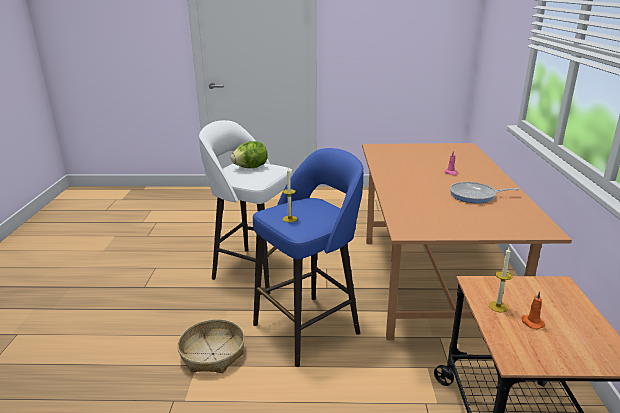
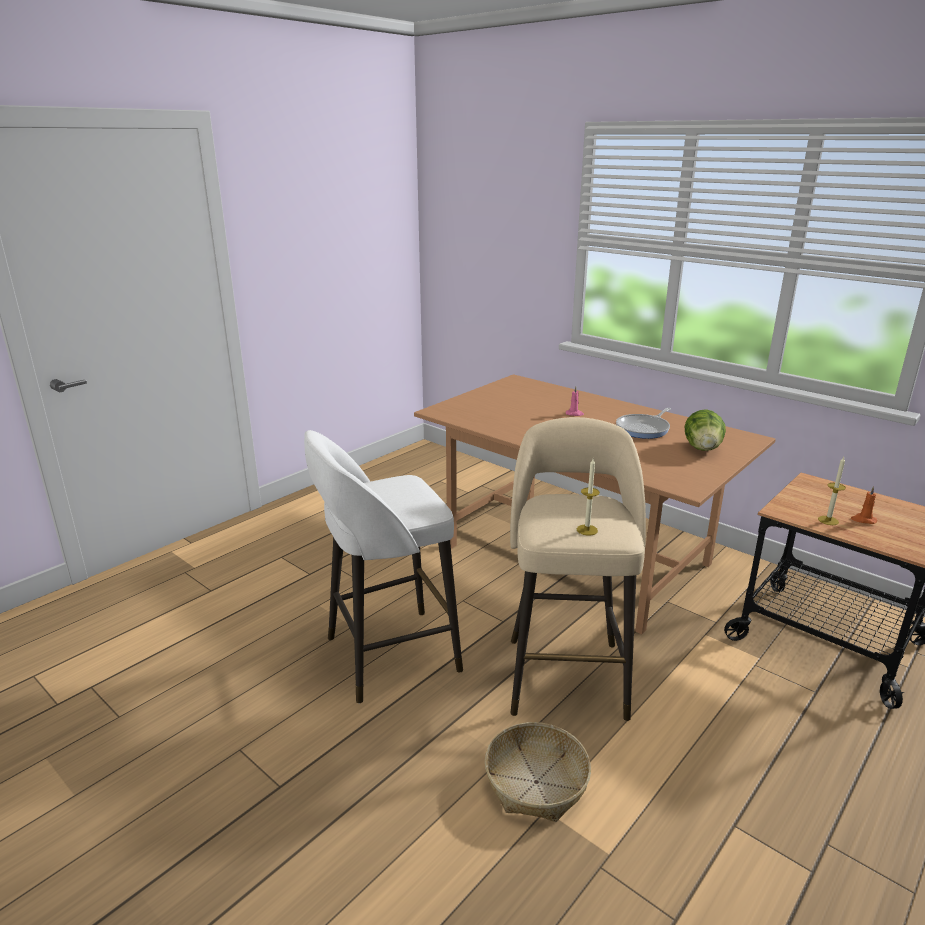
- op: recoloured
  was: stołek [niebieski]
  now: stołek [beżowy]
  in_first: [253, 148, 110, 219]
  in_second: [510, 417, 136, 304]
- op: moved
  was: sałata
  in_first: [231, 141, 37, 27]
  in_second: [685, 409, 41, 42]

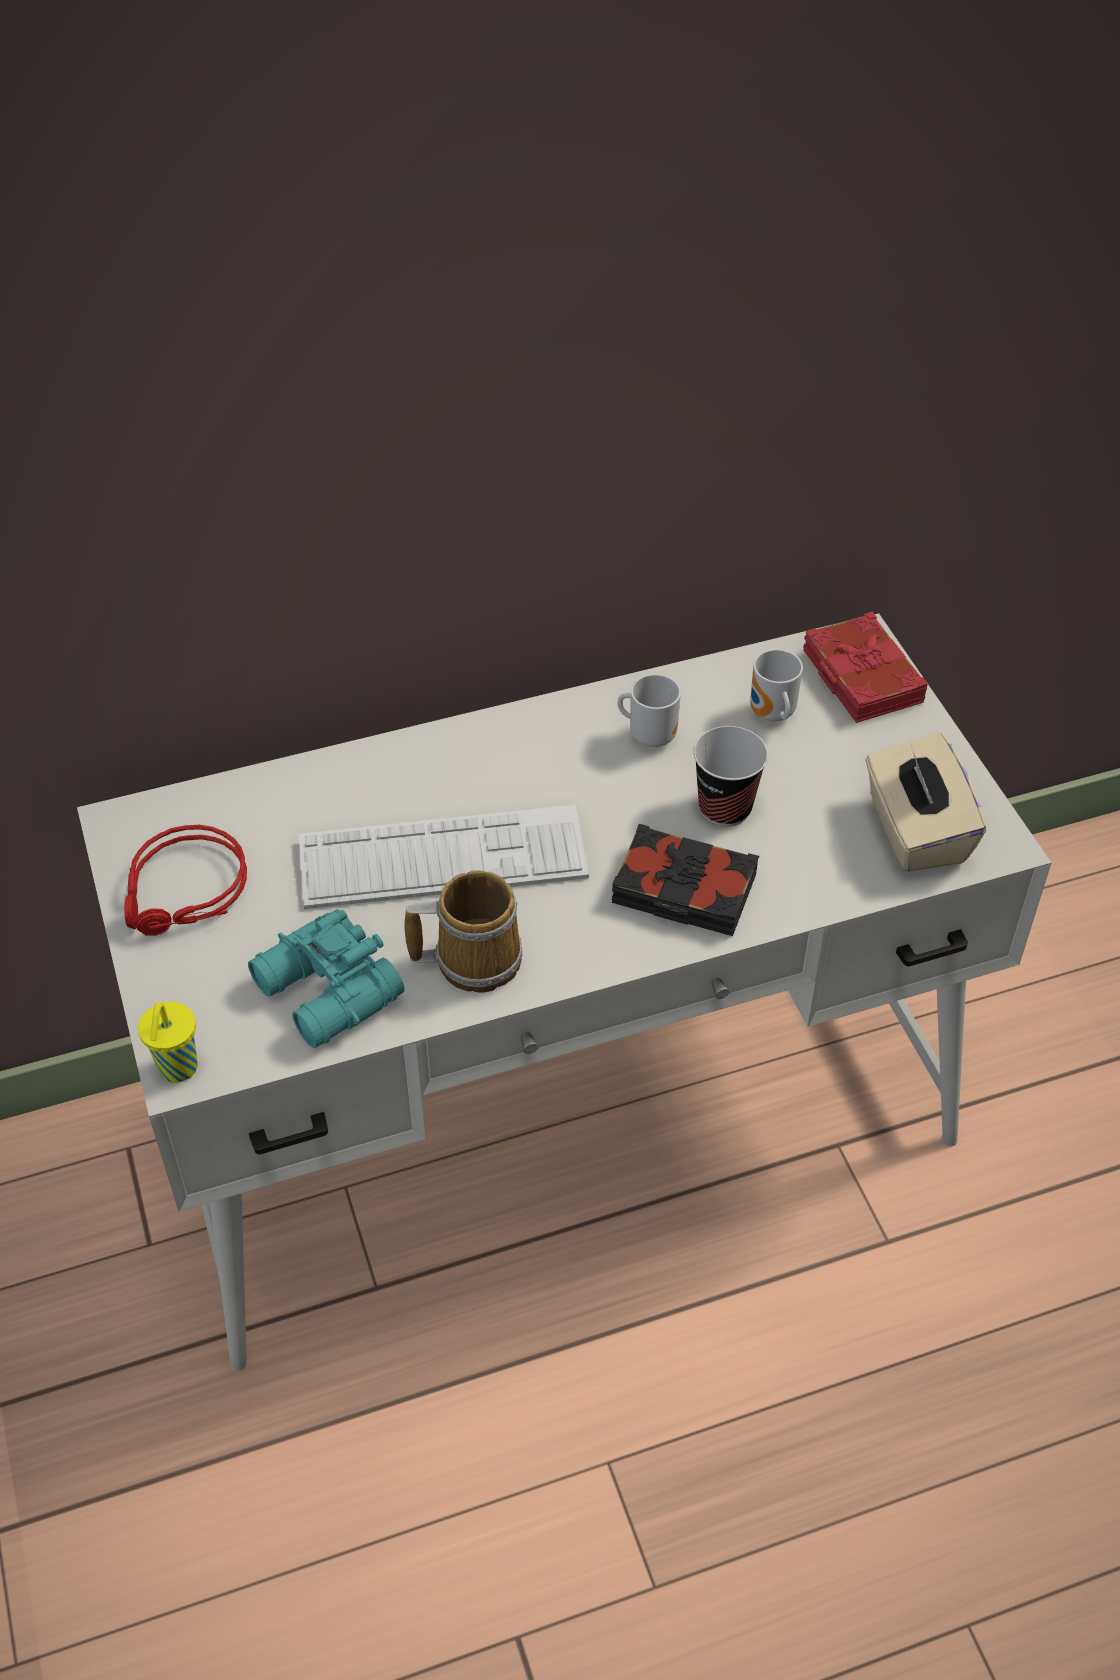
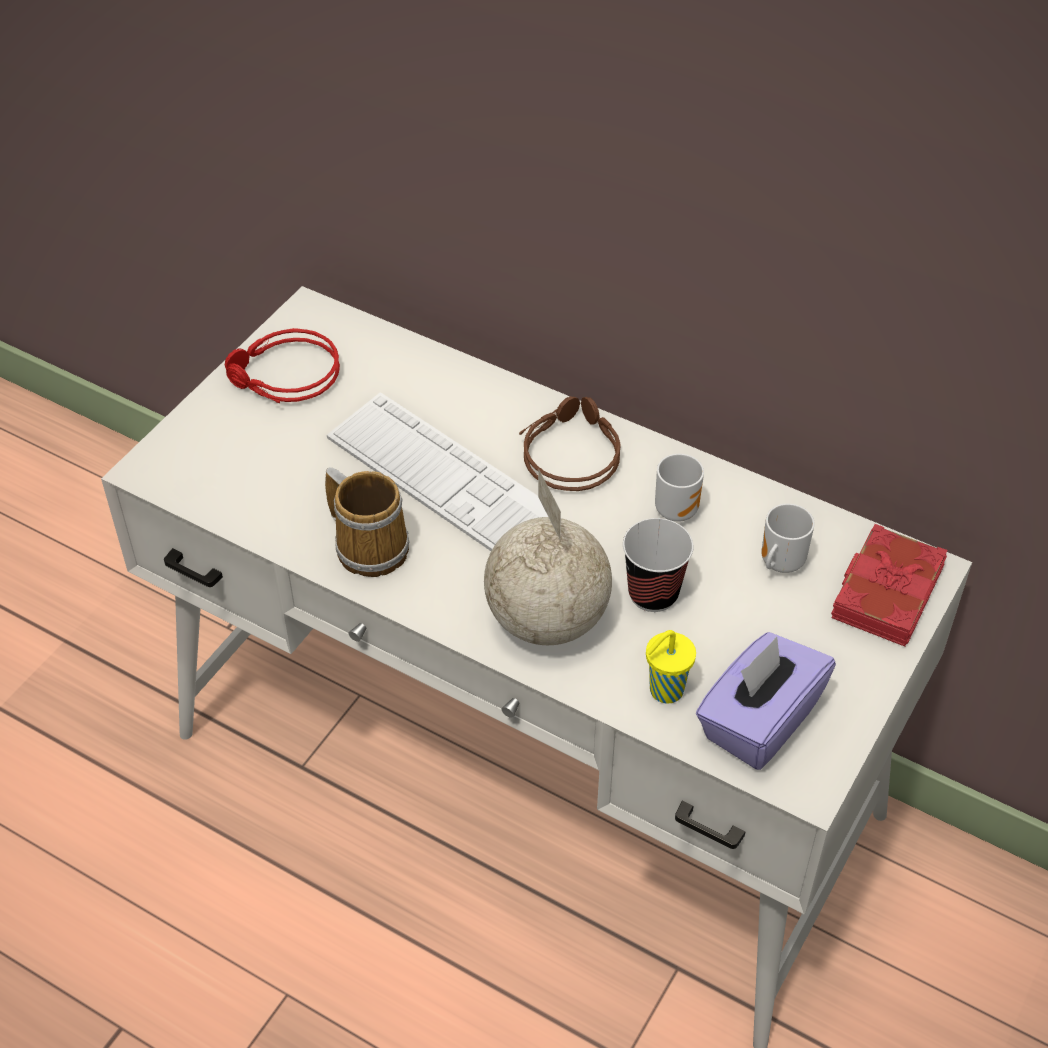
- op: replaced
  was: książka [czarny]
  now: globus
  in_first: [612, 824, 147, 112]
  in_second: [484, 468, 128, 177]
- op: added
  now: słuchawki [brązowy]
  in_second: [519, 396, 102, 95]
- op: moved
  was: filiżanka [żółty]
  in_first: [138, 1002, 59, 81]
  in_second: [646, 630, 50, 73]
- op: recoloured
  was: pudełko chusteczek [beżowy]
  now: pudełko chusteczek [fioletowy]
  in_first: [865, 732, 121, 140]
  in_second: [696, 632, 140, 138]
- op: removed
  was: lornetka [turkusowy]
  in_first: [248, 909, 156, 139]

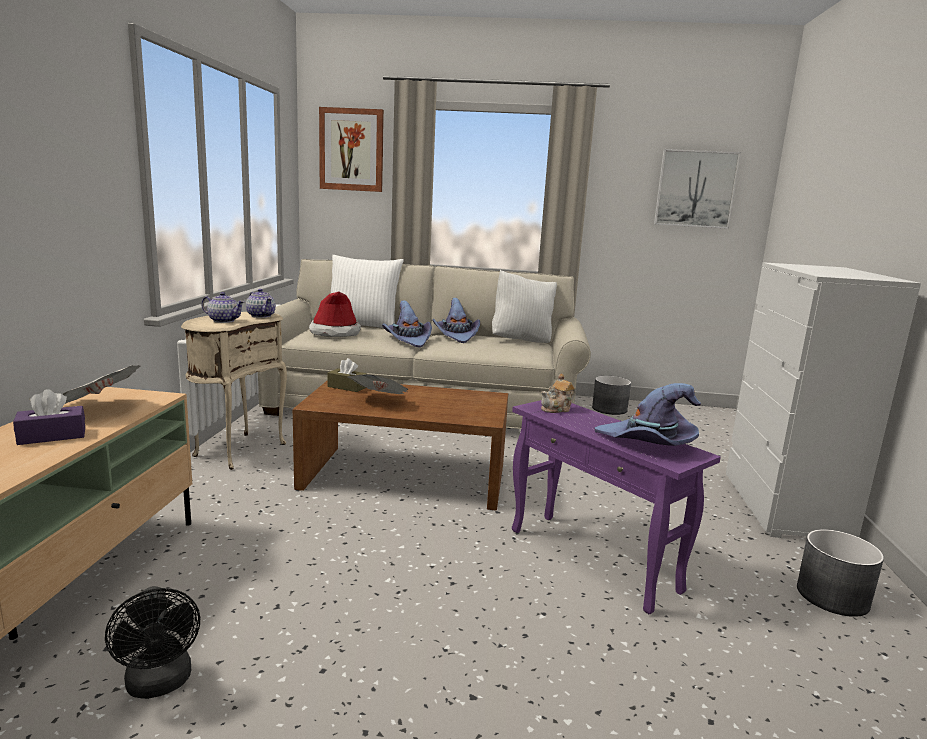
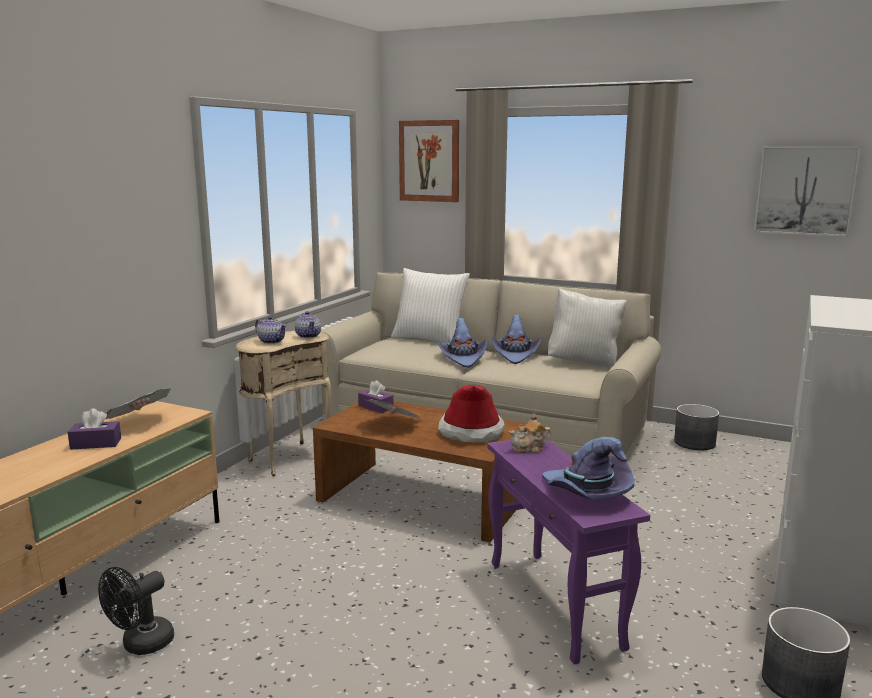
- op: turned
  was: wentylator [czarny]
  in_first: [105, 586, 95, 113]
  in_second: [98, 567, 76, 88]
  clockwise: 45
- op: recoloured
  was: pudełko chusteczek [brązowy]
  now: pudełko chusteczek [fioletowy]
  in_first: [328, 358, 39, 34]
  in_second: [358, 380, 35, 33]
- op: moved
  was: kapelusz
  in_first: [309, 291, 52, 46]
  in_second: [438, 385, 67, 57]

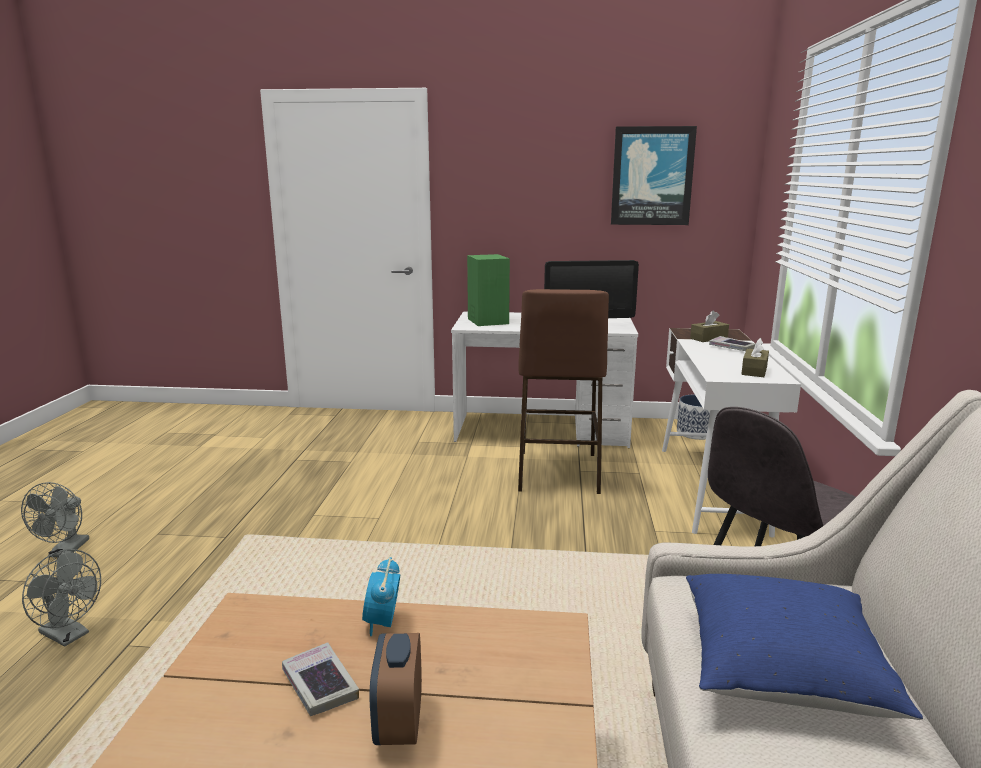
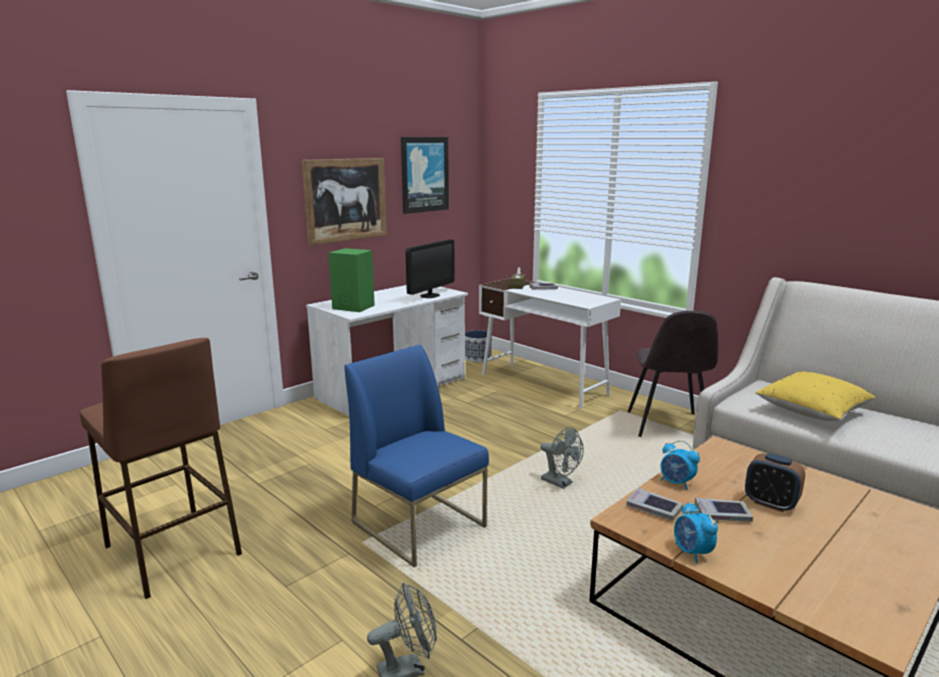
- op: moved
  was: stołek [brązowy]
  in_first: [518, 289, 91, 205]
  in_second: [80, 338, 162, 261]
- op: added
  now: obraz
  in_second: [302, 158, 85, 87]
- op: added
  now: krzesło [niebieski]
  in_second: [344, 345, 145, 222]
- op: moved
  was: wentylator [szary]
  in_first: [21, 482, 68, 75]
  in_second: [540, 427, 44, 62]
- op: added
  now: książka
  in_second: [626, 488, 57, 33]
- op: added
  now: budzik
  in_second: [674, 502, 44, 61]
- op: recoloured
  was: poduszka [niebieski]
  now: poduszka [żółty]
  in_first: [686, 574, 237, 146]
  in_second: [755, 372, 121, 49]
- op: removed
  was: pudełko chusteczek [brązowy]
  in_first: [741, 338, 28, 39]

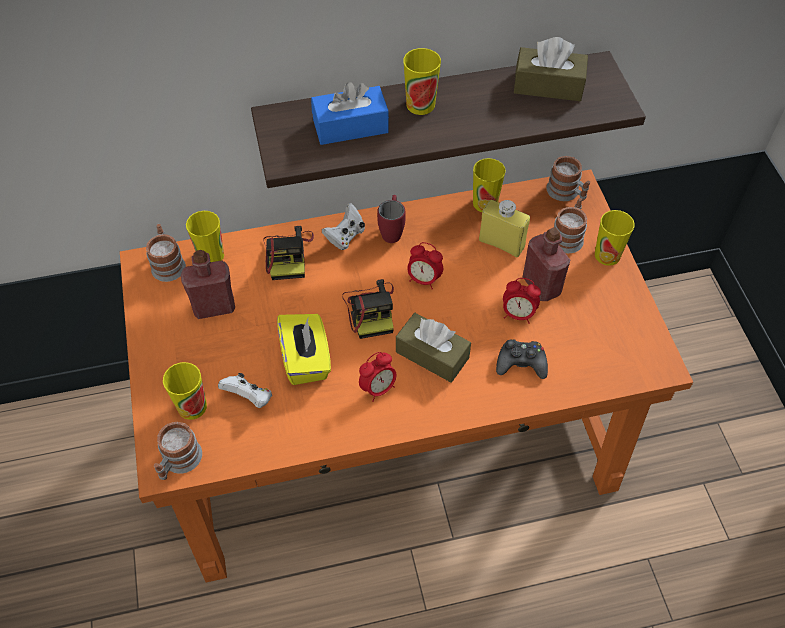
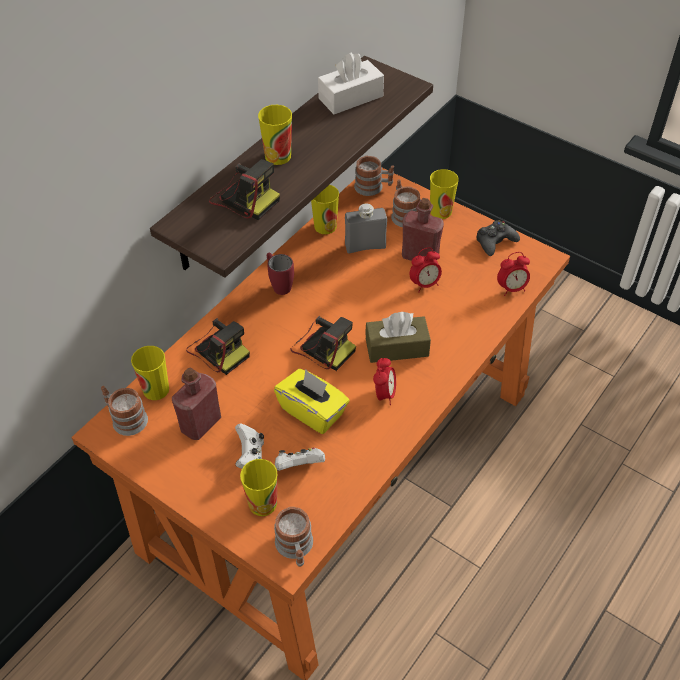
- op: replaced
  was: pudełko chusteczek [niebieski]
  now: aparat fotograficzny
  in_first: [311, 82, 78, 63]
  in_second: [209, 159, 71, 61]
- op: moved
  was: pad do gier [biały]
  in_first: [322, 203, 43, 47]
  in_second: [235, 423, 29, 46]
- op: recoloured
  was: pudełko chusteczek [brązowy]
  now: pudełko chusteczek [biały]
  in_first: [514, 37, 74, 64]
  in_second: [318, 52, 66, 62]
- op: recoloured
  was: butelka [żółty]
  now: butelka [szary]
  in_first: [479, 200, 51, 57]
  in_second: [345, 204, 42, 50]
- op: moved
  was: pad do gier [czarny]
  in_first: [496, 339, 52, 40]
  in_second: [477, 220, 43, 36]
- op: moved
  was: budzik
  in_first: [407, 242, 36, 47]
  in_second: [497, 252, 33, 44]

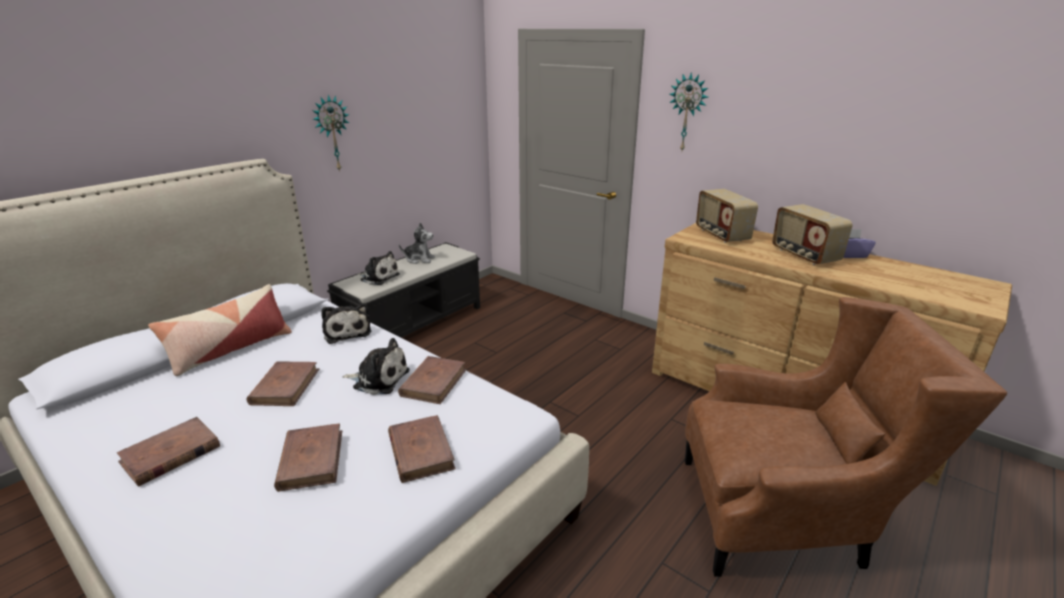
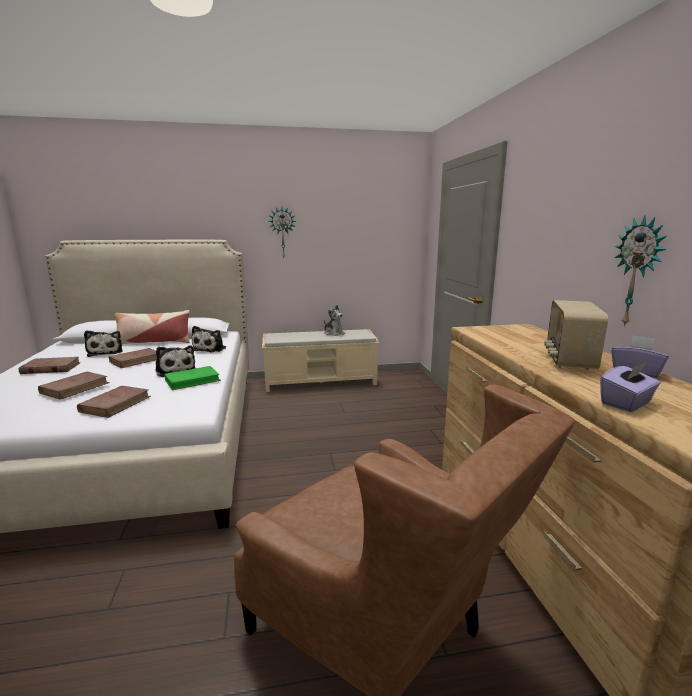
- op: moved
  was: pluszak
  in_first: [357, 251, 43, 34]
  in_second: [84, 330, 39, 27]
- op: recoloured
  was: książka [brązowy]
  now: książka [zielony]
  in_first: [398, 356, 69, 48]
  in_second: [164, 366, 57, 24]
- op: recoloured
  was: ławka [czarny]
  now: ławka [beżowy]
  in_first: [327, 242, 153, 96]
  in_second: [262, 329, 117, 63]
- op: added
  now: pudełko chusteczek [fioletowy]
  in_second: [600, 362, 61, 50]
- op: moved
  was: zegar ścienny
  in_first: [669, 72, 39, 79]
  in_second: [615, 216, 52, 111]
- op: removed
  was: radio
  in_first: [696, 189, 62, 54]

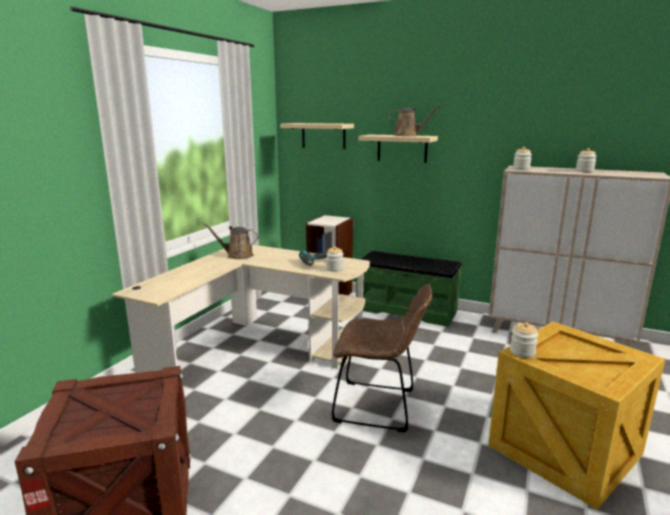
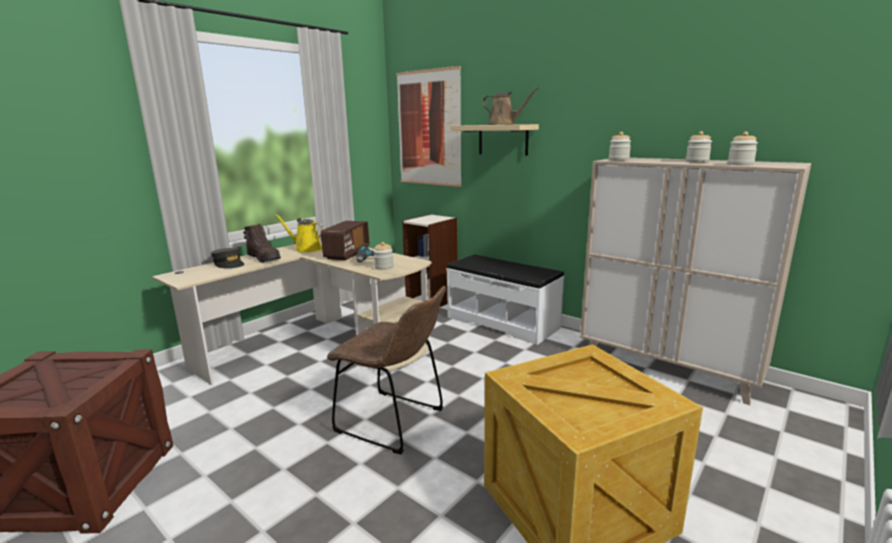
- op: added
  now: czapka z daszkiem [szary]
  in_second: [211, 248, 33, 20]
- op: added
  now: but z cholewką [brązowy]
  in_second: [243, 224, 38, 39]
- op: recoloured
  was: konewka [brązowy]
  now: konewka [żółty]
  in_first: [203, 223, 56, 36]
  in_second: [275, 214, 50, 39]
- op: added
  now: radio
  in_second: [321, 221, 48, 39]
- op: replaced
  was: półka [beżowy]
  now: obraz
  in_first: [280, 123, 74, 26]
  in_second: [396, 66, 66, 121]
- op: recoloured
  was: ławka [zielony]
  now: ławka [biały]
  in_first: [356, 251, 106, 76]
  in_second: [446, 254, 118, 91]
- op: moved
  was: słoik
  in_first: [510, 322, 28, 36]
  in_second: [728, 132, 30, 34]

